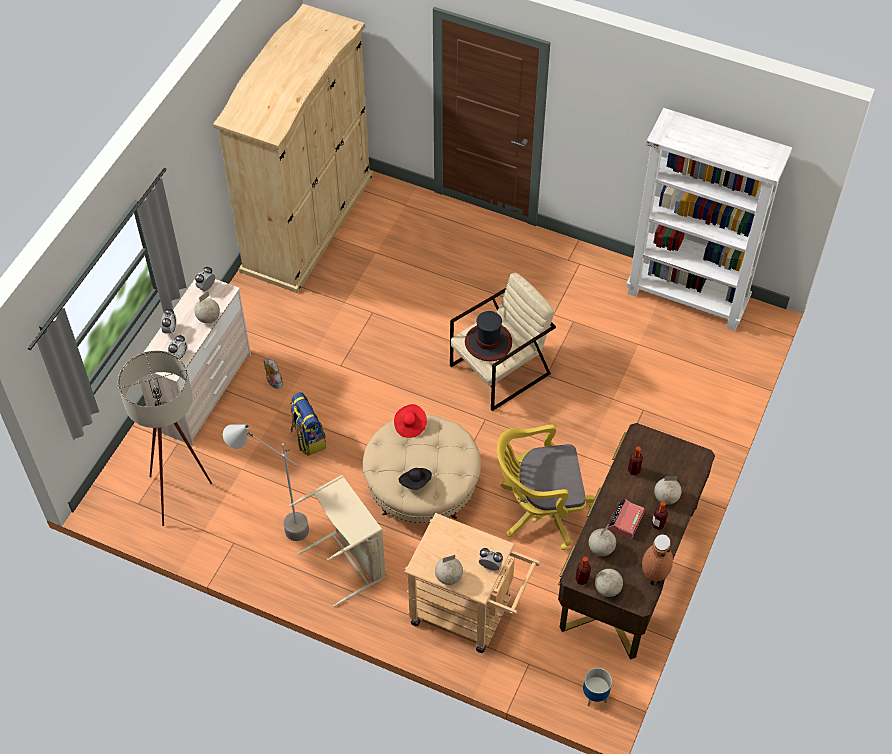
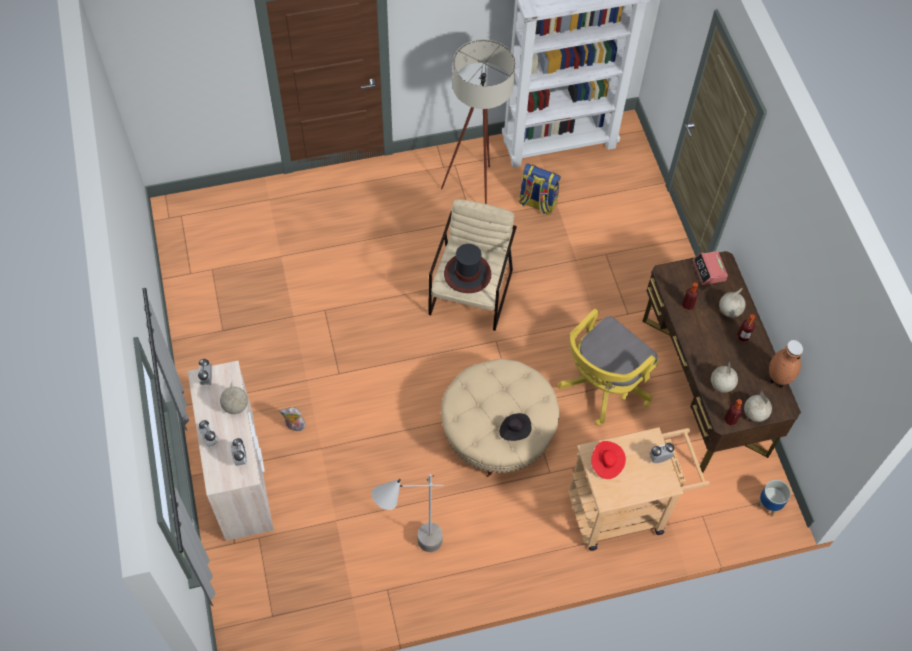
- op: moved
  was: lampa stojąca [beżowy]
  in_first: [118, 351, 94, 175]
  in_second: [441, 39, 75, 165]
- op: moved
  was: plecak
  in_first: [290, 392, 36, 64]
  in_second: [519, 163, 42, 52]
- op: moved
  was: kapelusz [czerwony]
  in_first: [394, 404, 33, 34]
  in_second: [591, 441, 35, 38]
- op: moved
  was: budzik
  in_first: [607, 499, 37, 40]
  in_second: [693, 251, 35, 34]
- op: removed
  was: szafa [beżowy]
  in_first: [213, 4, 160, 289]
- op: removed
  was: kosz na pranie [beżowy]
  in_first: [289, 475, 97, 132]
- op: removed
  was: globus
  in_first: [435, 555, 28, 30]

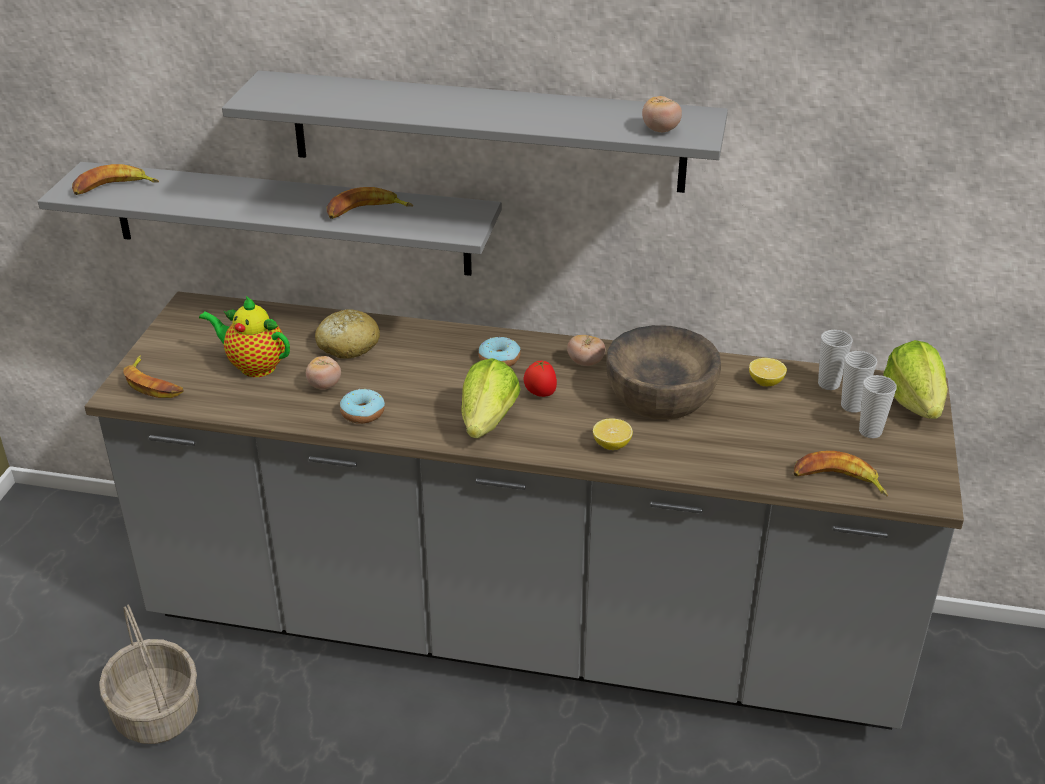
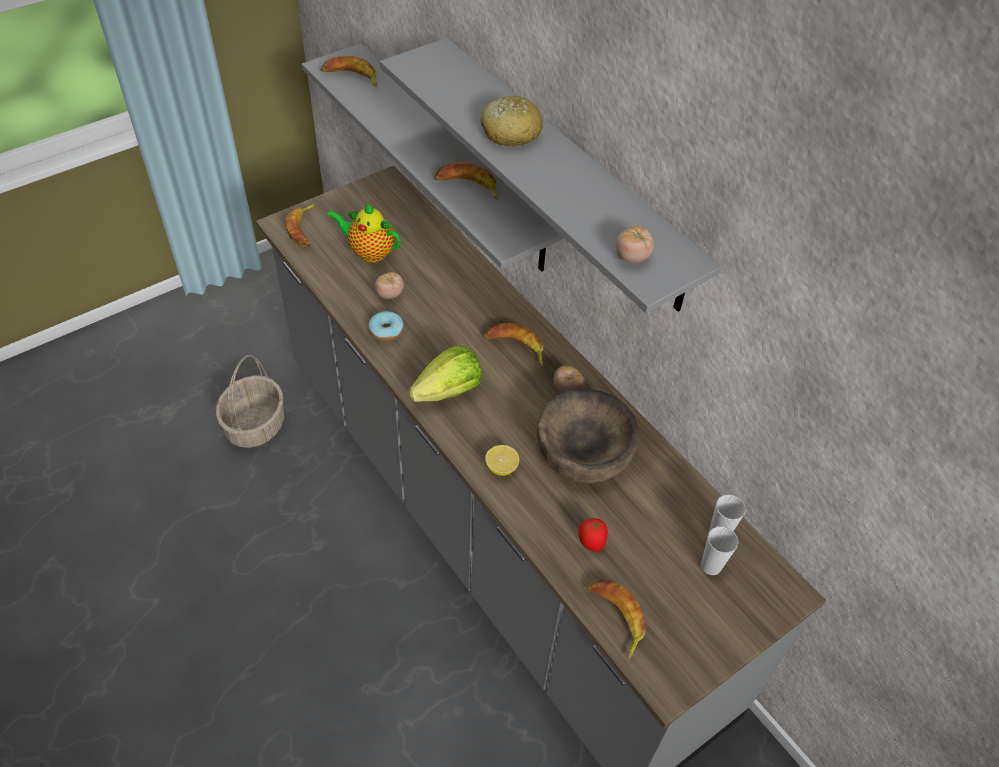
- op: turned
  was: imbryk
  in_first: [199, 296, 91, 81]
  in_second: [326, 203, 75, 59]
  clockwise: -45
- op: moved
  was: chleb
  in_first: [315, 309, 65, 50]
  in_second: [481, 95, 62, 51]
- op: replaced
  was: donut
  now: banan
  in_first: [478, 337, 42, 30]
  in_second: [484, 323, 59, 43]
- op: moved
  was: pomidor
  in_first: [524, 360, 33, 37]
  in_second: [579, 518, 29, 34]
- op: removed
  was: cytryna
  in_first: [749, 358, 38, 28]
- op: removed
  was: filiżanka
  in_first: [859, 375, 38, 63]
- op: removed
  was: sałata
  in_first: [883, 340, 65, 79]

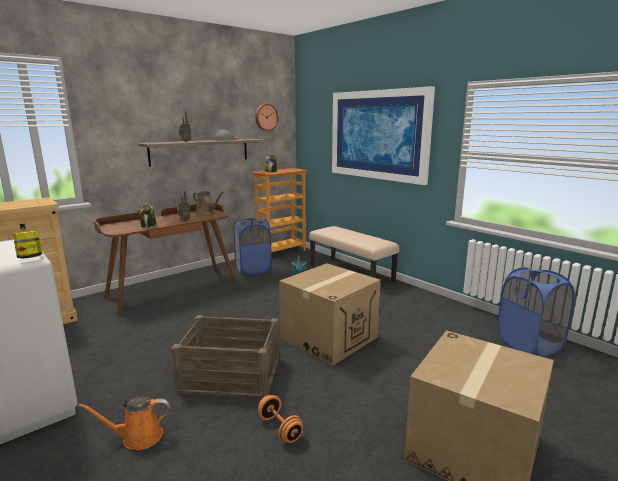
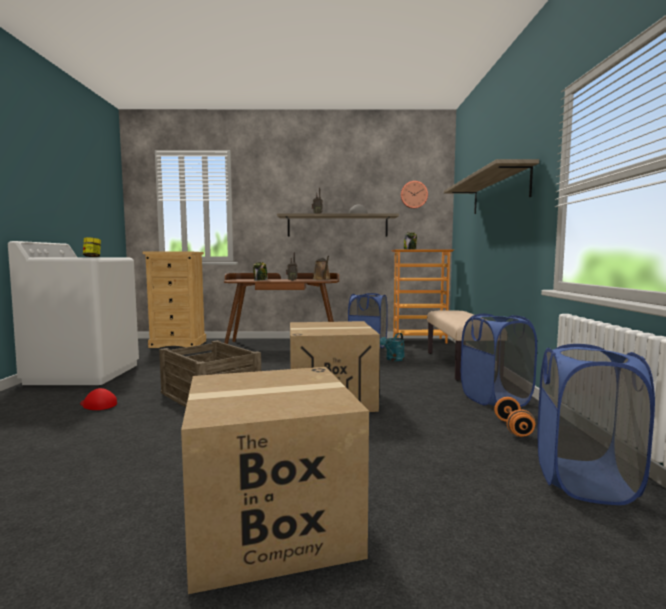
- op: replaced
  was: konewka [pomarańczowy]
  now: czapka z daszkiem [czerwony]
  in_first: [78, 397, 92, 53]
  in_second: [80, 388, 37, 22]
- op: replaced
  was: obraz
  now: półka
  in_first: [332, 86, 103, 99]
  in_second: [444, 159, 95, 55]
- op: added
  now: kosz na pranie [niebieski]
  in_second: [461, 314, 76, 93]
- op: moved
  was: hantel [pomarańczowy]
  in_first: [258, 395, 45, 48]
  in_second: [494, 397, 41, 40]

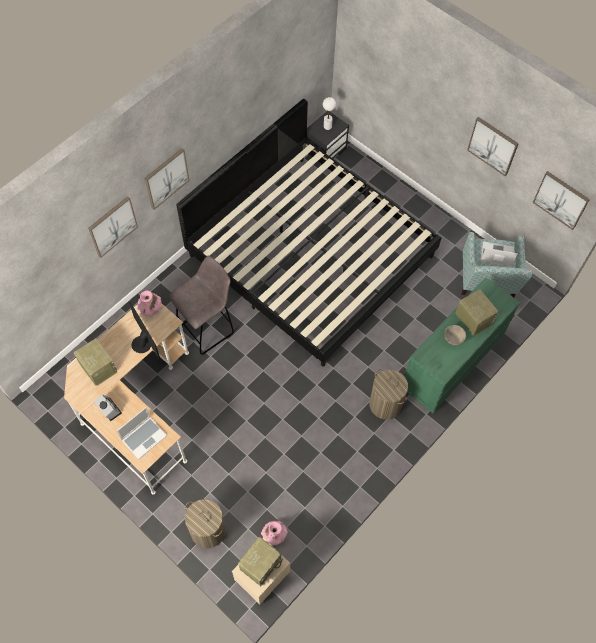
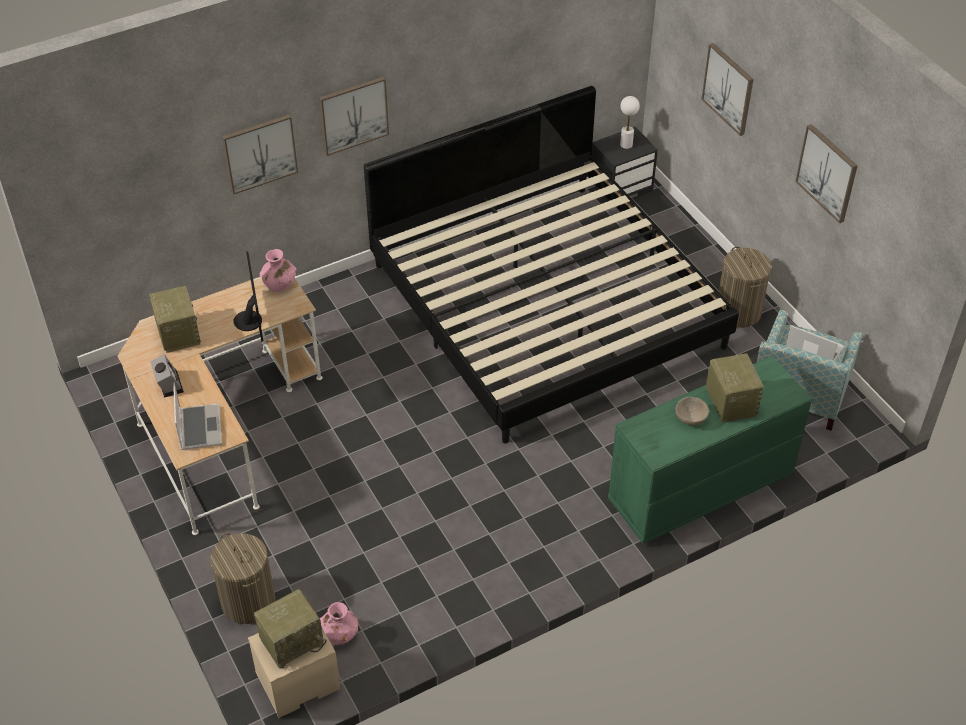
- op: turned
  was: laptop
  in_first: [117, 407, 50, 52]
  in_second: [173, 382, 49, 68]
  clockwise: -75
- op: moved
  was: obraz
  in_first: [533, 171, 57, 59]
  in_second: [701, 43, 53, 93]
- op: moved
  was: kosz na pranie
  in_first: [369, 369, 39, 50]
  in_second: [719, 247, 52, 81]
- op: removed
  was: stołek [szary]
  in_first: [169, 256, 65, 99]

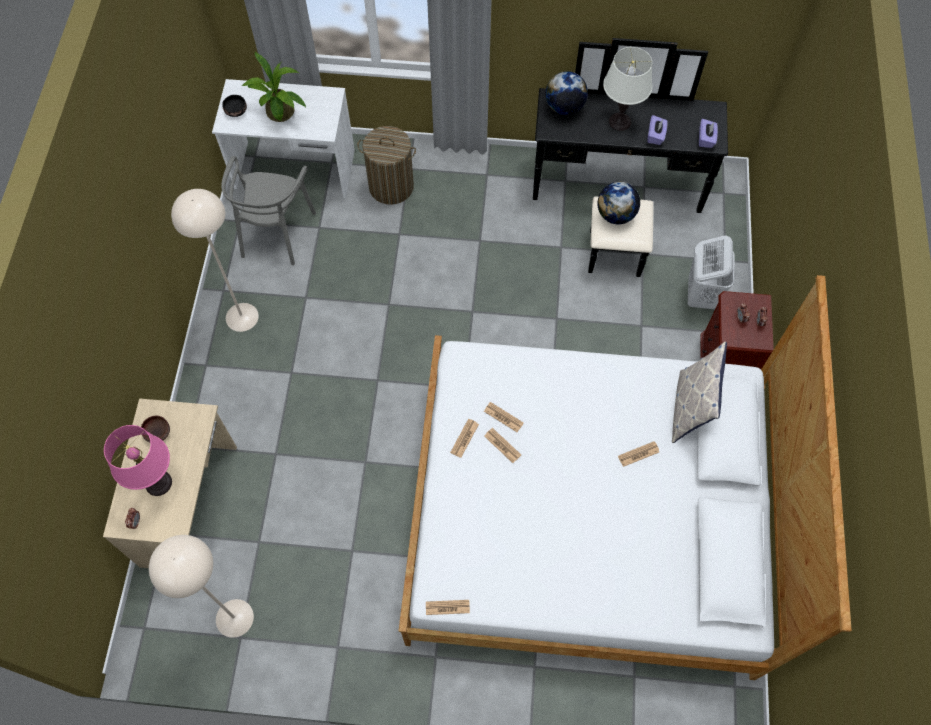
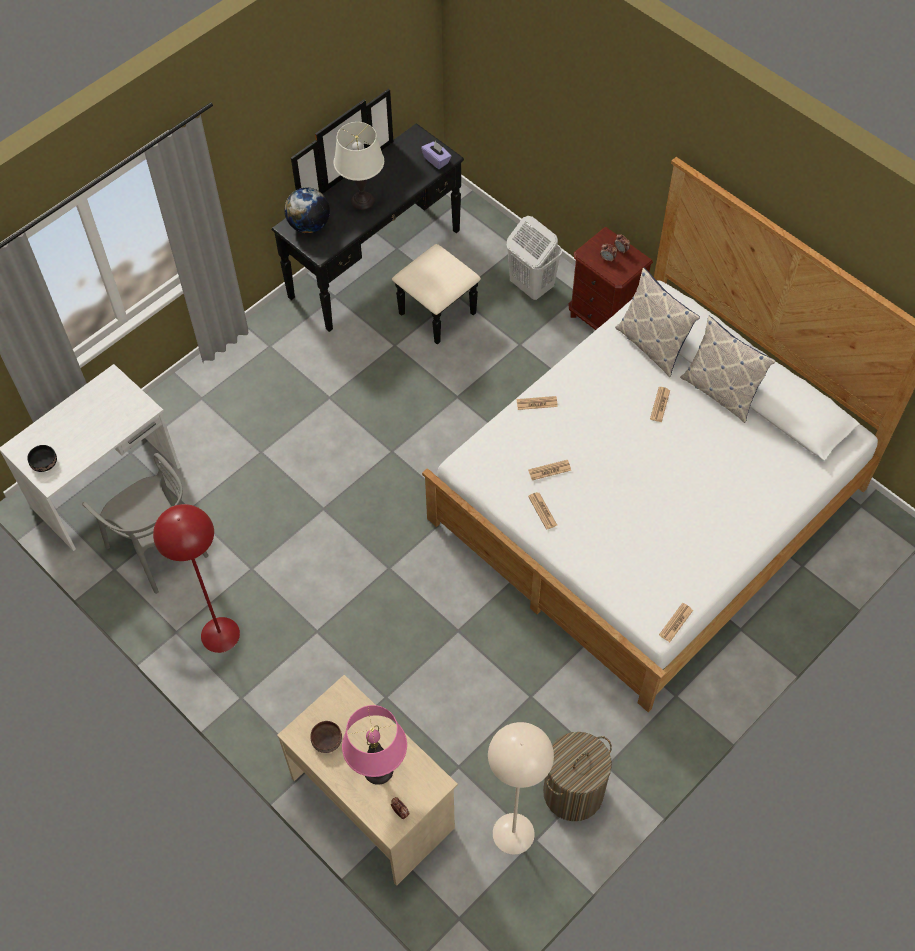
- op: recoloured
  was: lampa stojąca [beżowy]
  now: lampa stojąca [czerwony]
  in_first: [171, 189, 88, 143]
  in_second: [153, 504, 87, 149]
- op: moved
  was: gazeta
  in_first: [484, 428, 37, 35]
  in_second: [517, 396, 41, 14]
- op: moved
  was: kosz na pranie
  in_first: [357, 126, 59, 79]
  in_second: [543, 732, 69, 89]
- op: added
  now: poduszka
  in_second: [680, 316, 96, 107]
- op: removed
  was: roślina doniczkowa
  in_first: [241, 52, 65, 70]
- op: removed
  was: globus
  in_first: [597, 182, 43, 42]
- op: removed
  was: pudełko chusteczek [fioletowy]
  in_first: [648, 115, 20, 30]

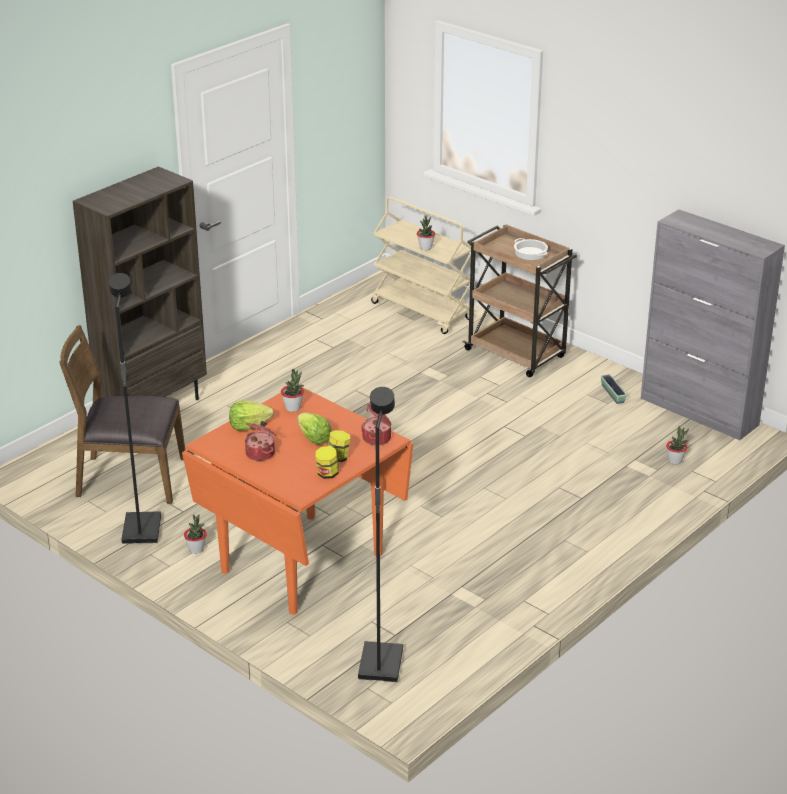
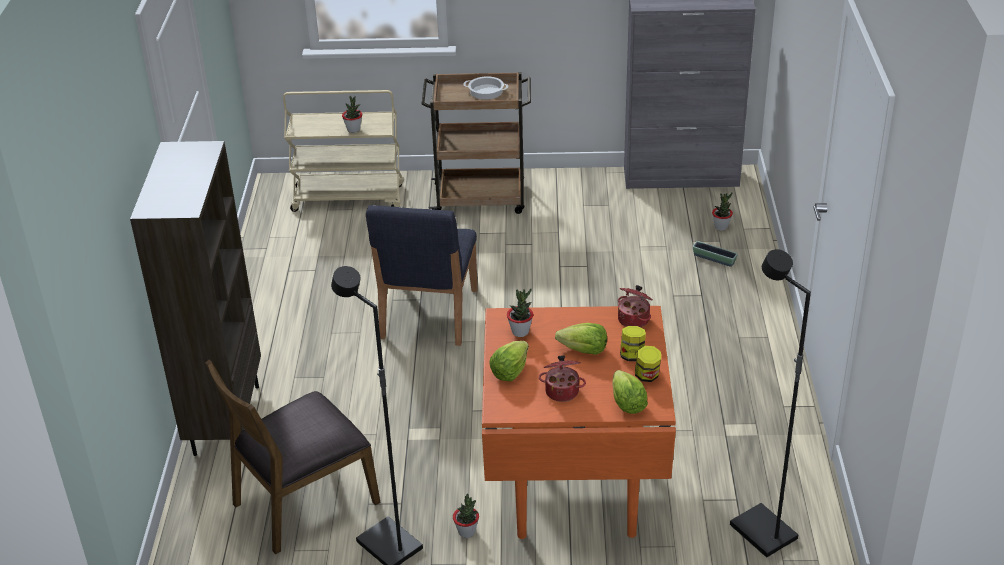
- op: added
  now: krzesło [niebieski]
  in_second: [366, 205, 112, 141]
- op: added
  now: sałata
  in_second: [612, 370, 36, 44]
- op: moved
  was: donica
  in_first: [601, 374, 26, 30]
  in_second: [693, 241, 45, 26]

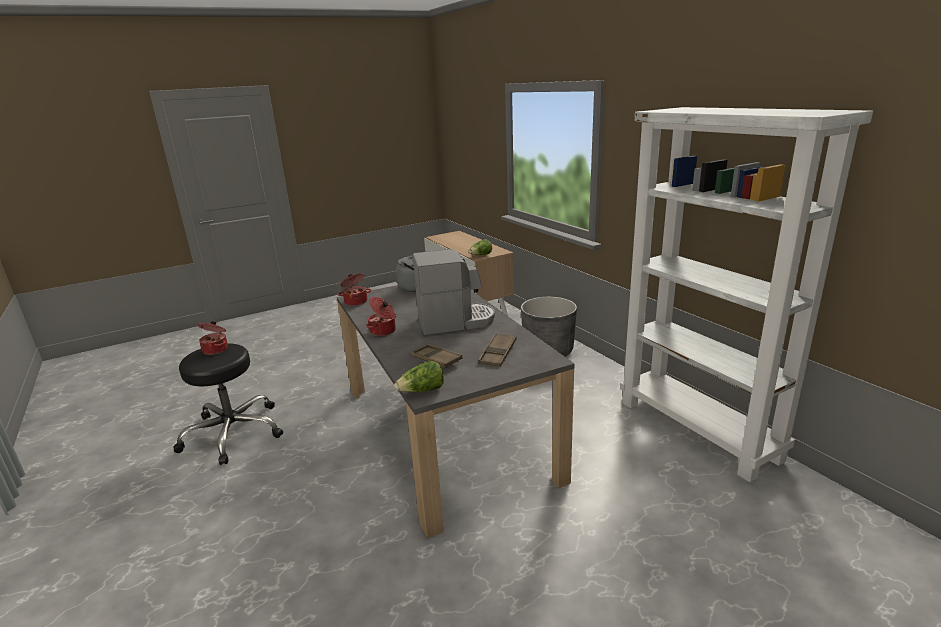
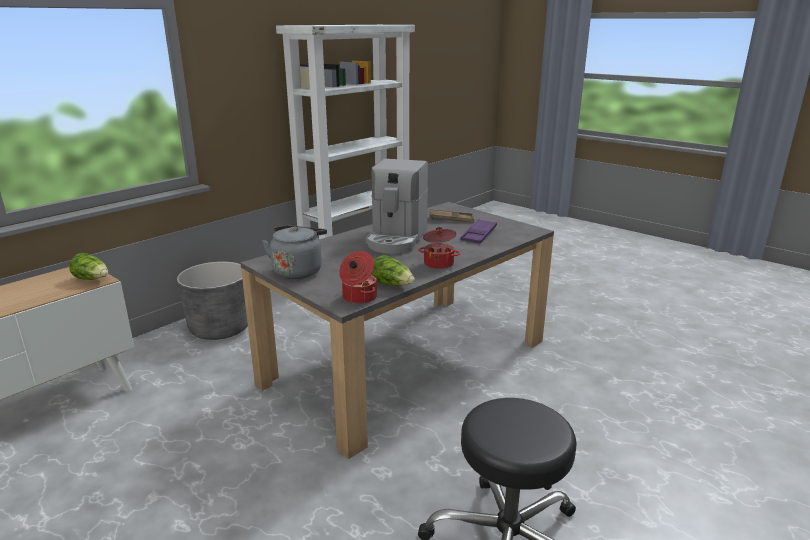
- op: turned
  was: ekspres do kawy
  in_first: [413, 249, 82, 86]
  in_second: [366, 159, 62, 95]
  clockwise: -135
- op: moved
  was: sałata
  in_first: [394, 361, 50, 31]
  in_second: [372, 255, 43, 31]
- op: recoloured
  was: taca [brązowy]
  now: taca [fioletowy]
  in_first: [411, 344, 51, 24]
  in_second: [460, 219, 37, 24]
- op: removed
  was: garnek
  in_first: [197, 321, 31, 34]

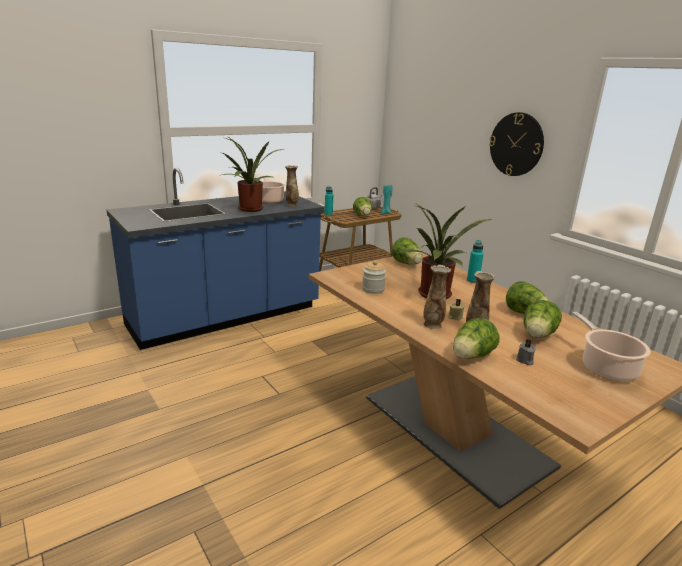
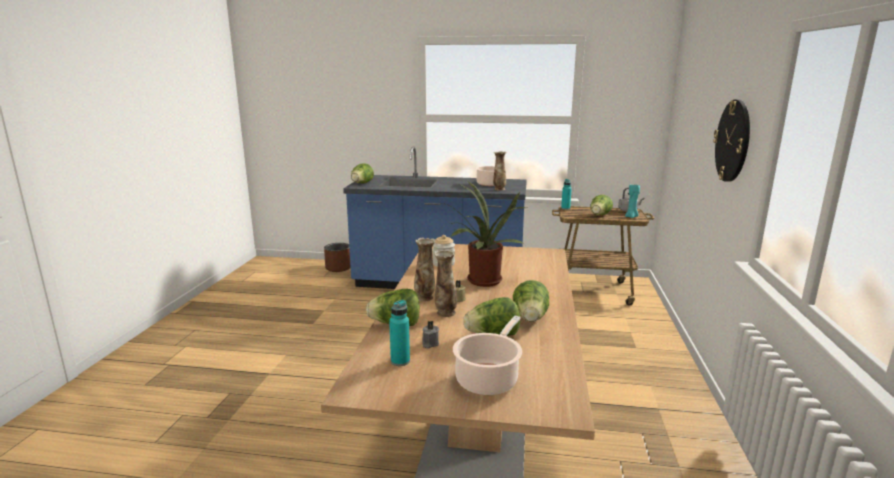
- op: added
  now: donica [brązowy]
  in_second: [324, 243, 27, 29]
- op: moved
  was: sałata
  in_first: [392, 237, 31, 28]
  in_second: [351, 163, 23, 20]
- op: moved
  was: butelka [turkusowy]
  in_first: [467, 240, 17, 43]
  in_second: [389, 300, 21, 66]
- op: removed
  was: roślina doniczkowa
  in_first: [222, 137, 62, 75]

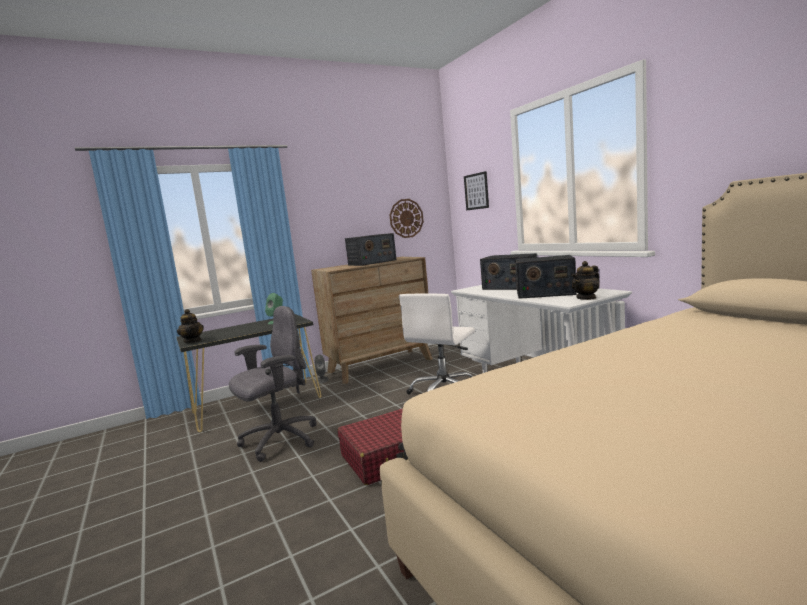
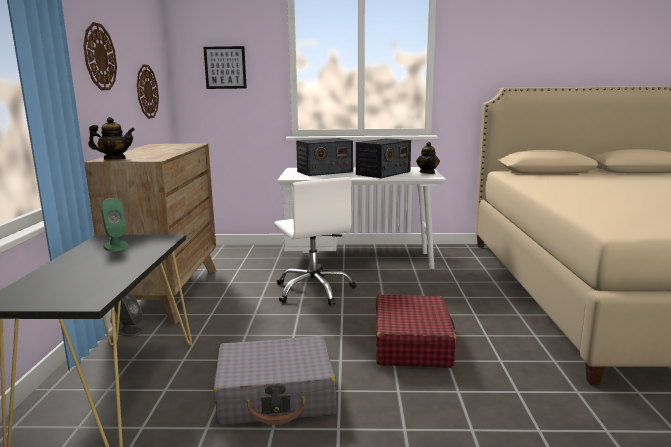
- op: added
  now: zegar ścienny
  in_second: [83, 22, 34, 68]
- op: moved
  was: imbryk
  in_first: [177, 309, 27, 34]
  in_second: [88, 117, 47, 43]
- op: replaced
  was: krzesło biurowe [szary]
  now: walizka [szary]
  in_first: [229, 306, 88, 156]
  in_second: [214, 336, 122, 90]
- op: removed
  was: radio
  in_first: [345, 233, 51, 33]

